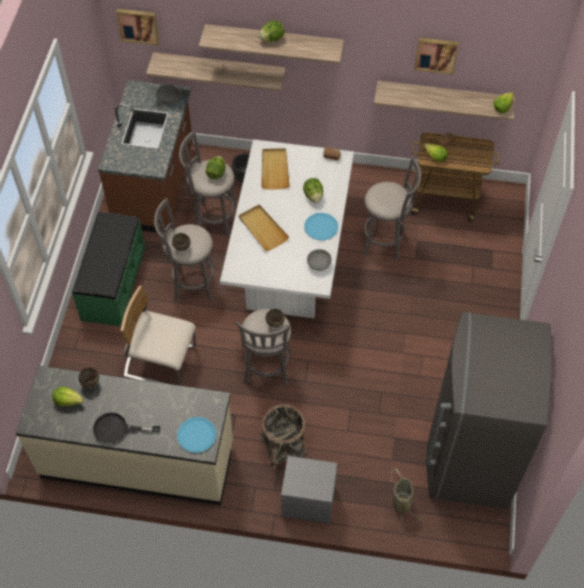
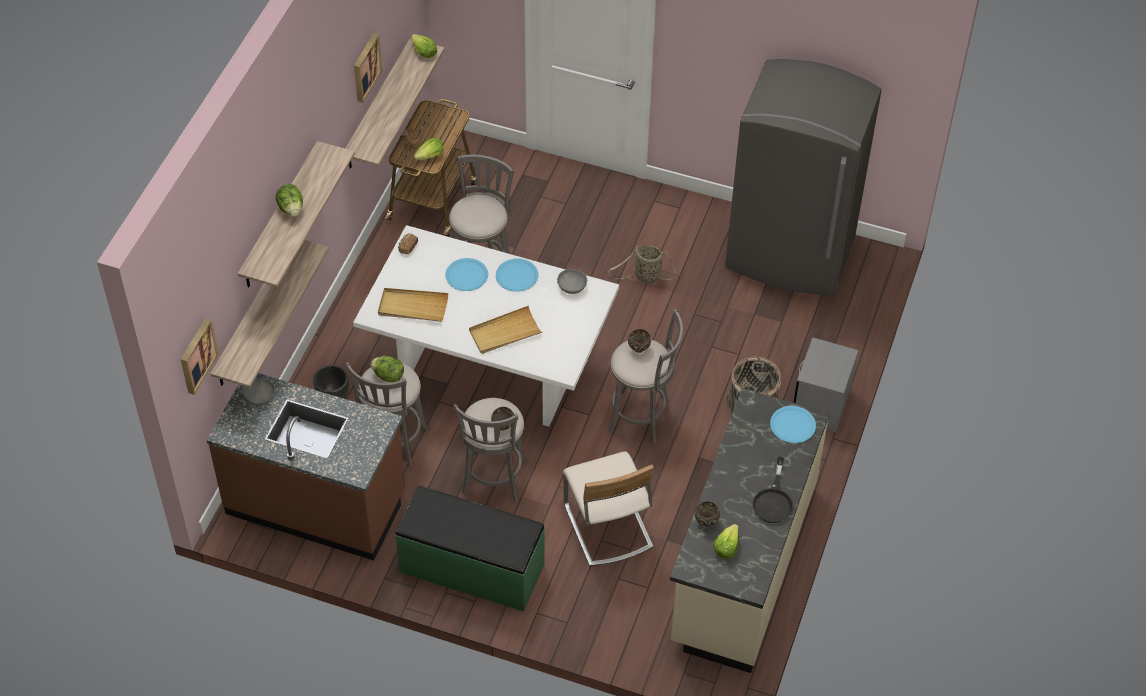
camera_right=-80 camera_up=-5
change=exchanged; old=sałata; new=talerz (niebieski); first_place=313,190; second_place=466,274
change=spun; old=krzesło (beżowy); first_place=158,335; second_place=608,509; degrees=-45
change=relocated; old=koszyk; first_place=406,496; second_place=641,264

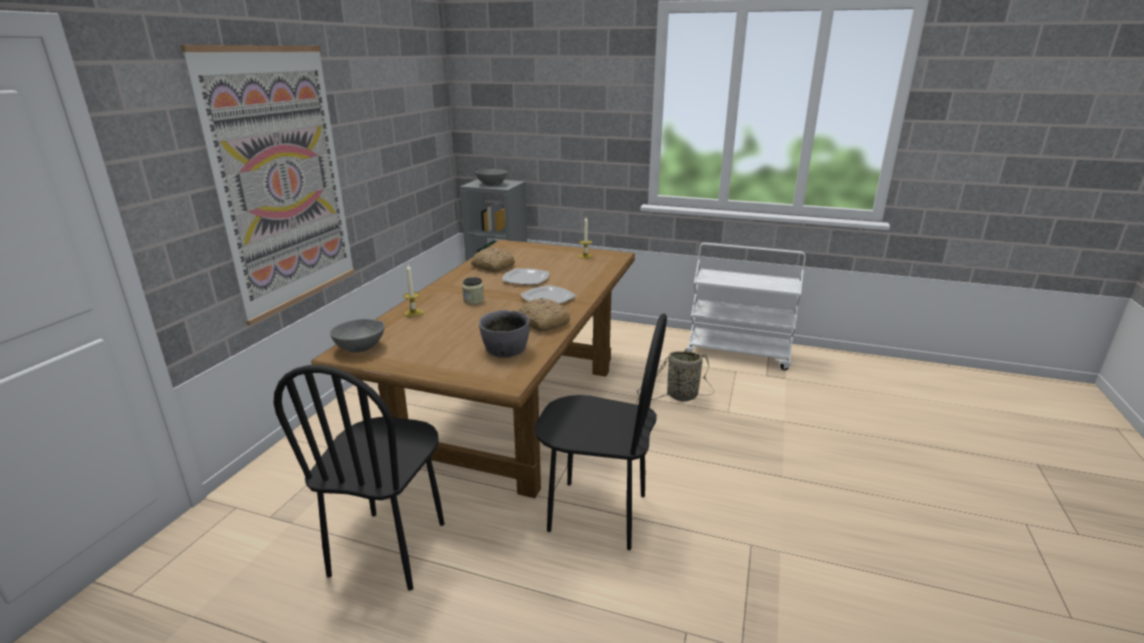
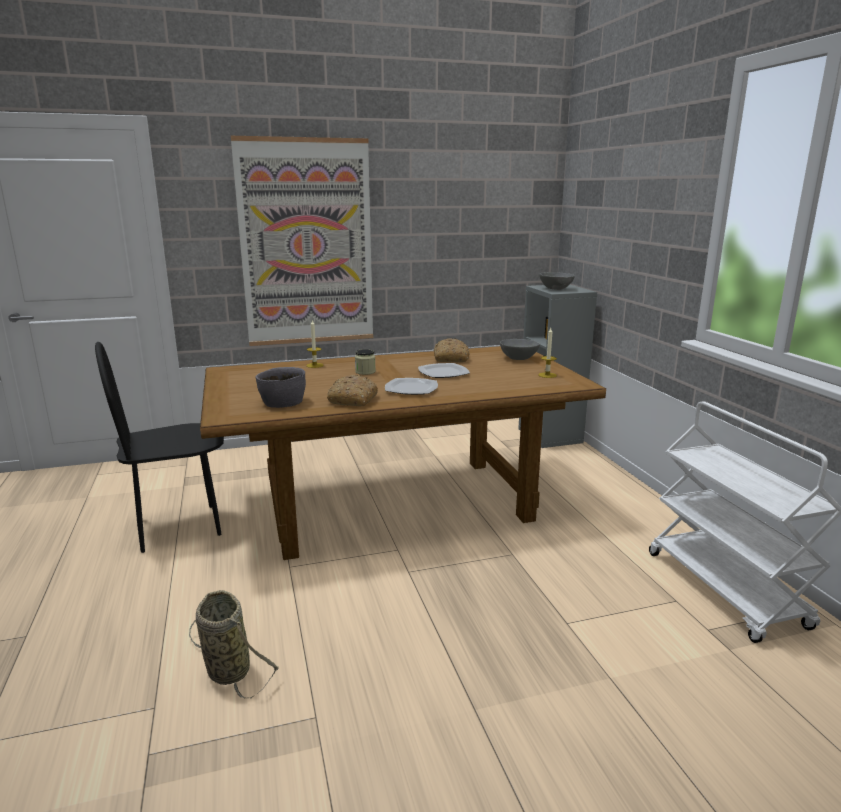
camera_right=55 camera_up=-5
change=missing; old=krzesło (czarny); first_place=600,431
change=relocated; old=miska (szary); first_place=357,336; second_place=520,349
change=relocated; old=koszyk; first_place=675,376; second_place=234,644

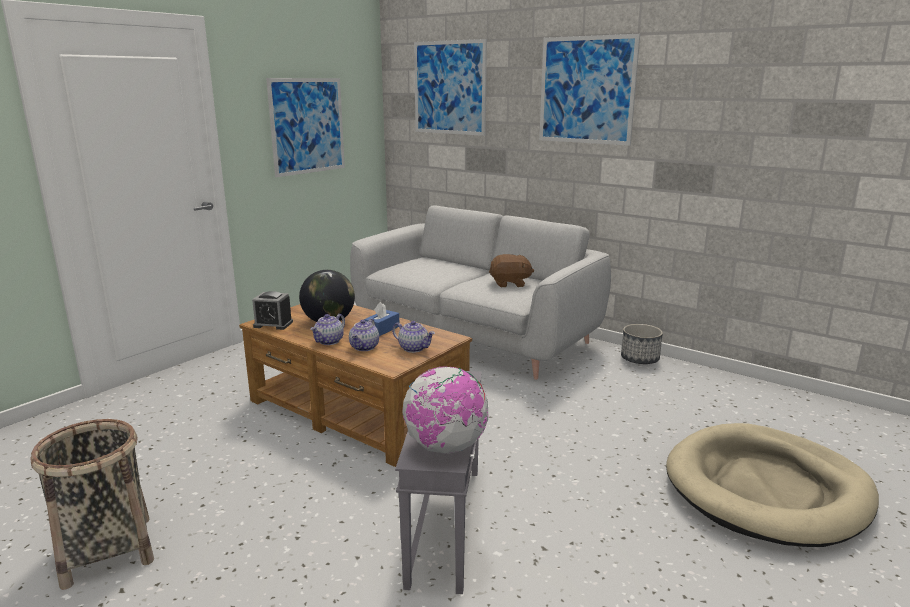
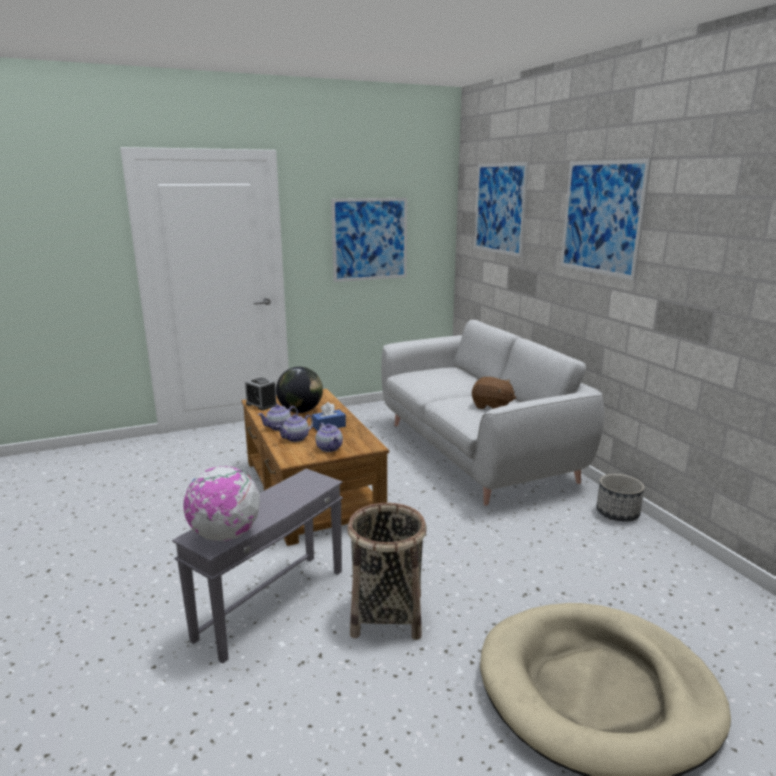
camera_right=30 camera_up=0
change=relocated; old=koszyk; first_place=92,504; second_place=387,571

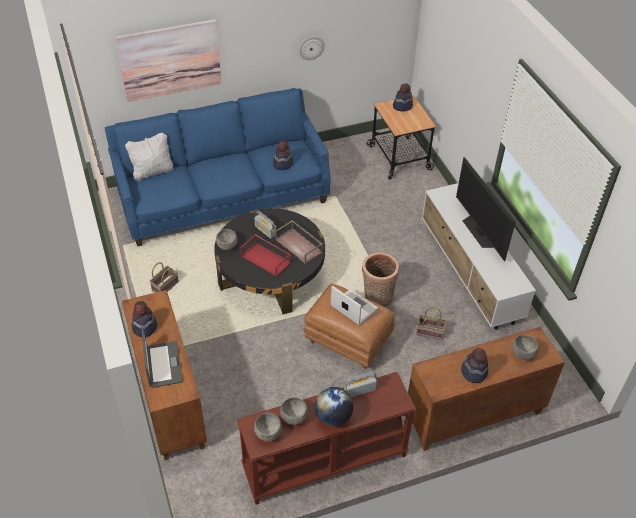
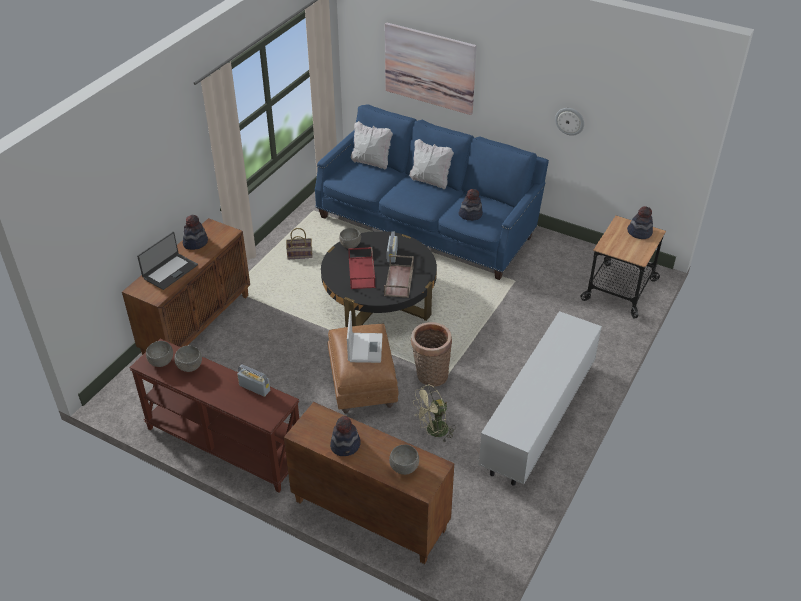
camera_right=50 camera_up=-5
change=missing; old=telewizor; first_place=486,209
change=exchanged; old=koszyk; new=wentylator (beżowy); first_place=431,323; second_place=434,413
change=missing; old=globus; first_place=334,406
change=appeared; new=poduszka (biały); second_place=431,164

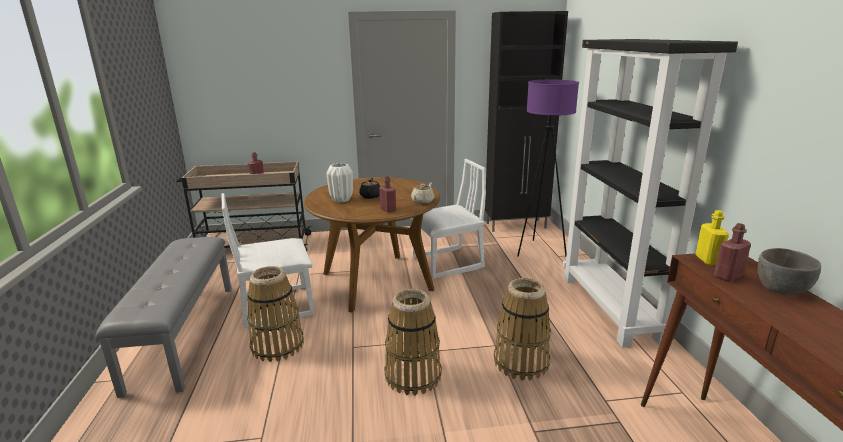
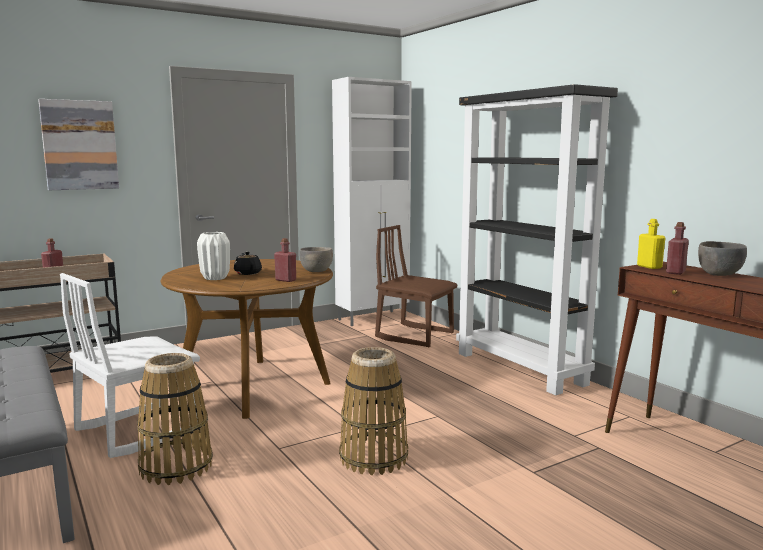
camera_right=-25 camera_up=-10
change=colour; old=szafka (czarny); new=szafka (biały); first_place=526,121; second_place=372,201
change=exchanged; old=lampa stojąca (fioletowy); new=krzesło (brązowy); first_place=548,168; second_place=416,286
change=missing; old=krzesło (biały); first_place=448,219
change=exchanged; old=imbryk (beżowy); new=miska (szary); first_place=422,193; second_place=316,259
change=missing; old=koszyk; first_place=522,329
change=appeared; new=obraz; second_place=78,144

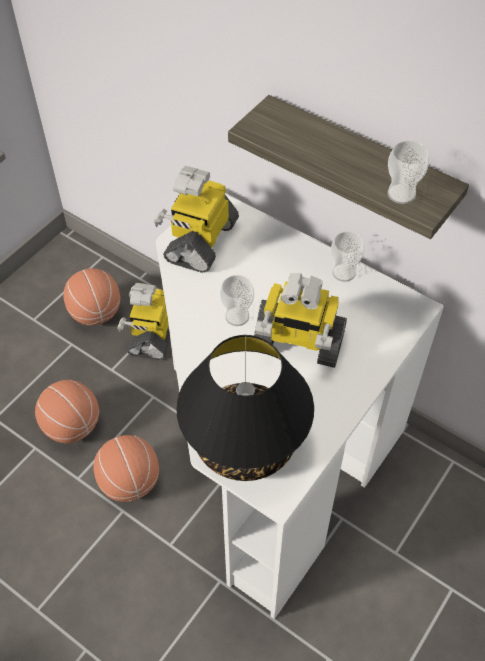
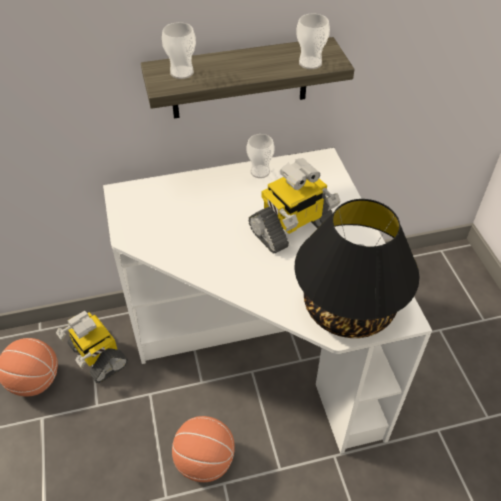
camera_right=-50 camera_up=-5
change=missing; old=robot zabawkowy; first_place=196,219
change=relocated; old=filiżanka; first_place=237,300; second_place=179,50
change=missing; old=piłka do koszykówki; first_place=67,412

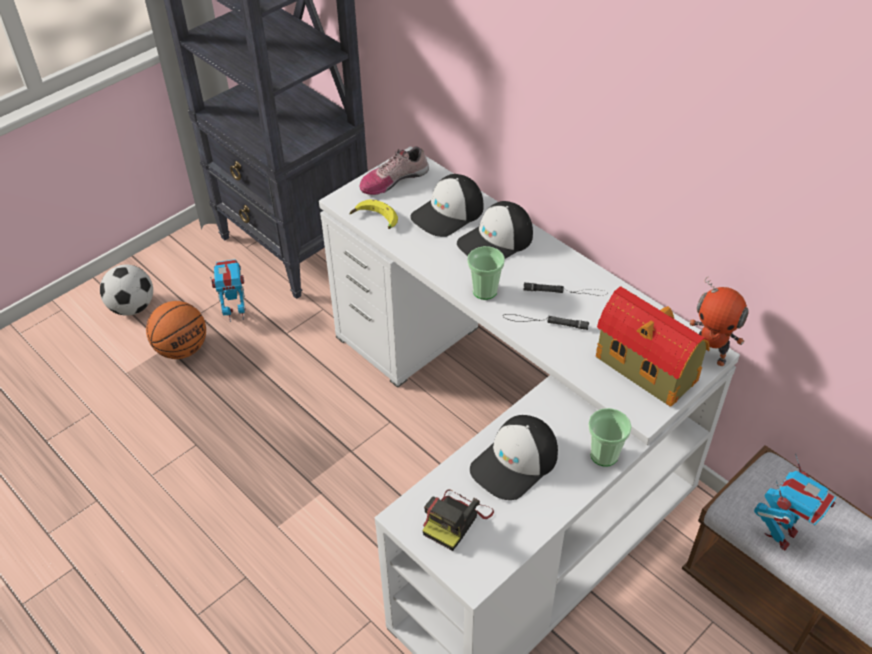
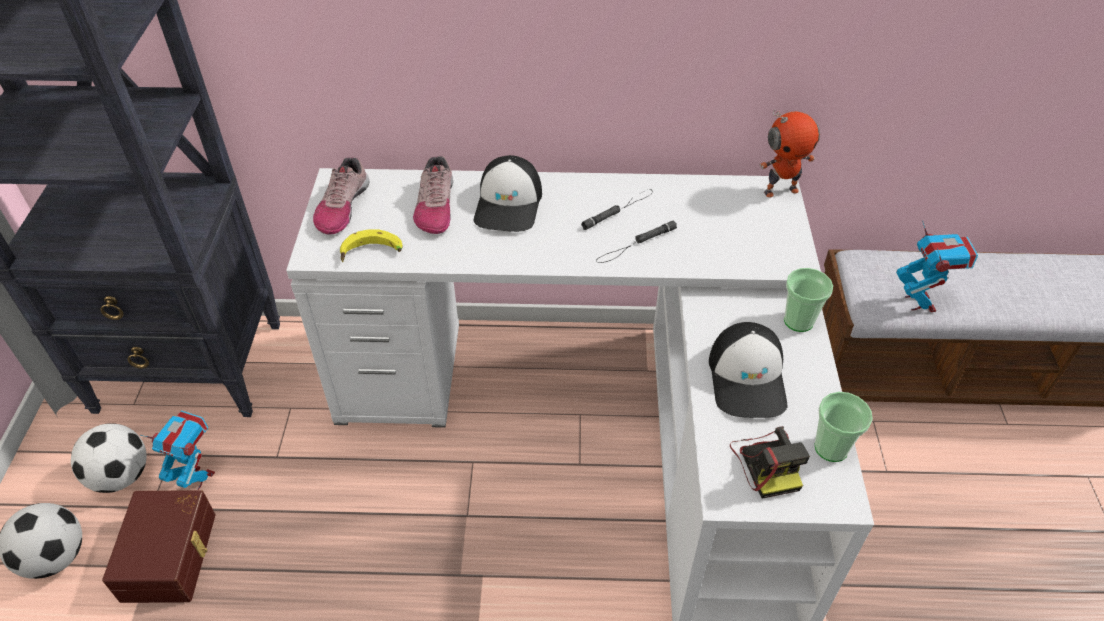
camera_right=-45 camera_up=0
change=exchanged; old=czapka z daszkiem; new=but; first_place=446,205; second_place=433,195
change=relocated; old=filiżanka; first_place=486,273; second_place=844,427
change=spun; old=robot zabawkowy; first_place=228,290; second_place=177,450; degrees=75
change=missing; old=domek; first_place=653,346
change=exchanged; old=piłka do koszykówki; new=pojemnik do przechowywania (brązowy); first_place=176,330; second_place=159,546
change=appeared; new=piłka futbolowa; second_place=108,458

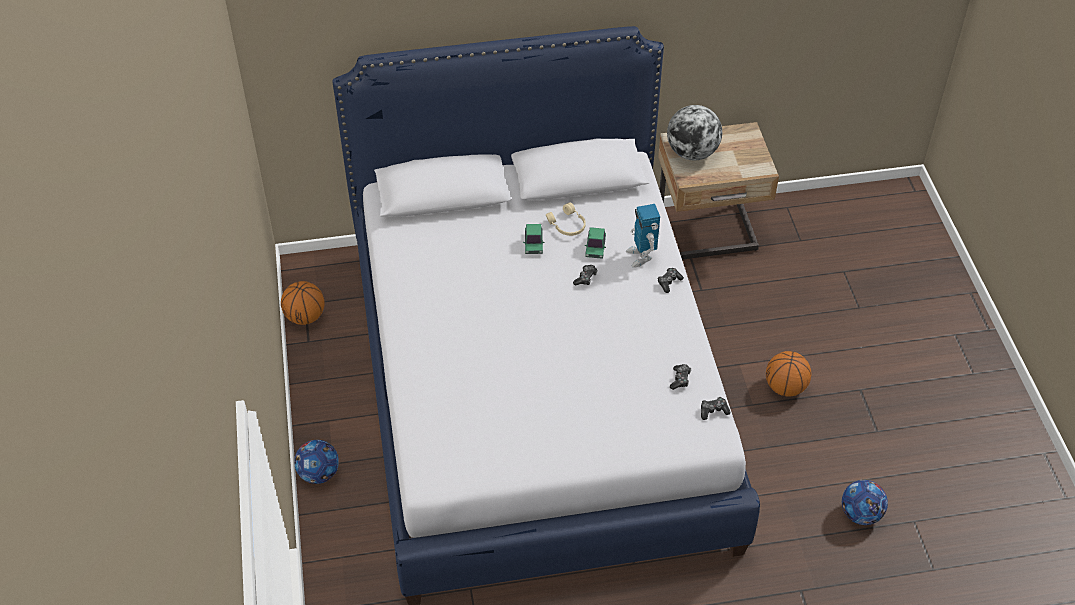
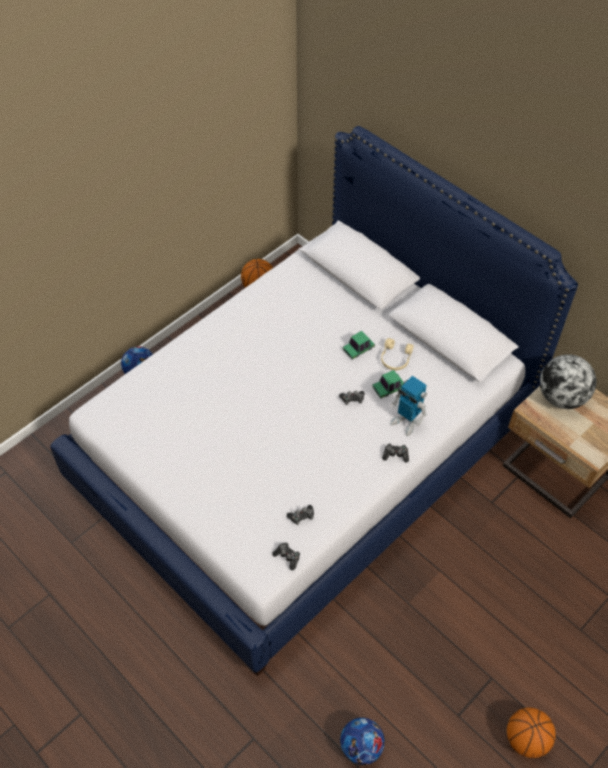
camera_right=55 camera_up=5
change=spun; old=robot zabawkowy; first_place=643,236; second_place=408,406; degrees=-90
change=relocated; old=piłka do koszykówki; first_place=789,374; second_place=531,732

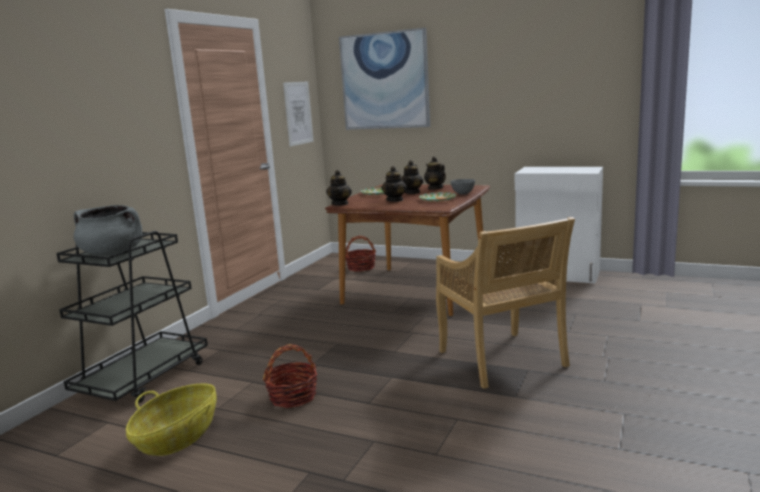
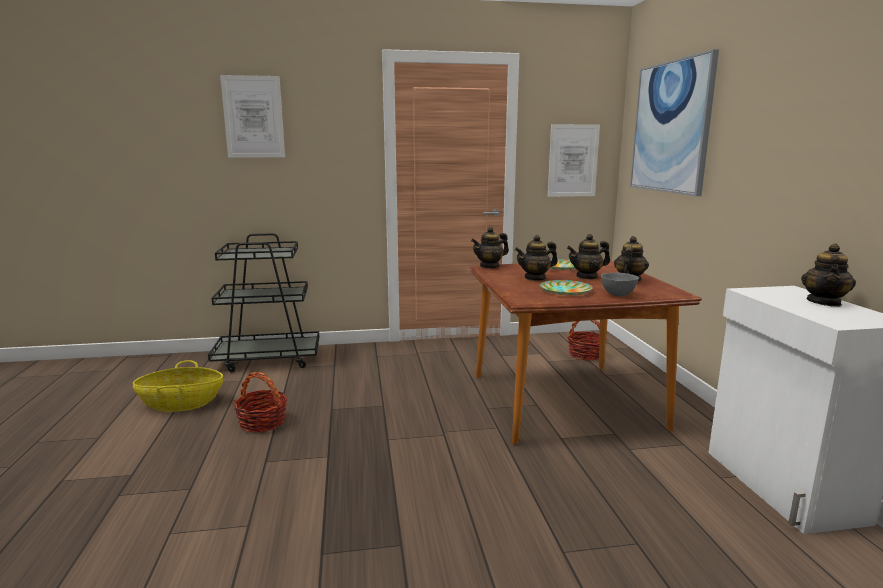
camera_right=55 camera_up=0
change=missing; old=garnek (szary); first_place=108,230
change=missing; old=krzesło (beżowy); first_place=505,303
change=appeared; new=obraz; second_place=252,116
change=appeared; new=imbryk; second_place=828,275

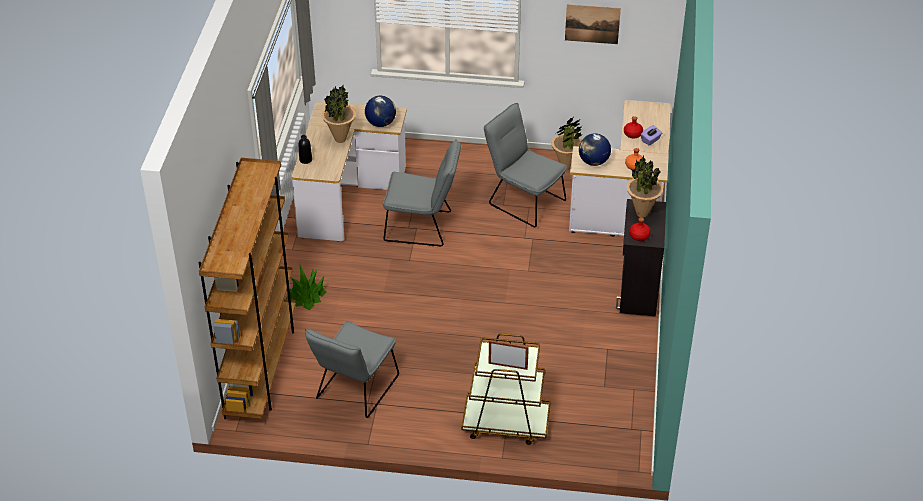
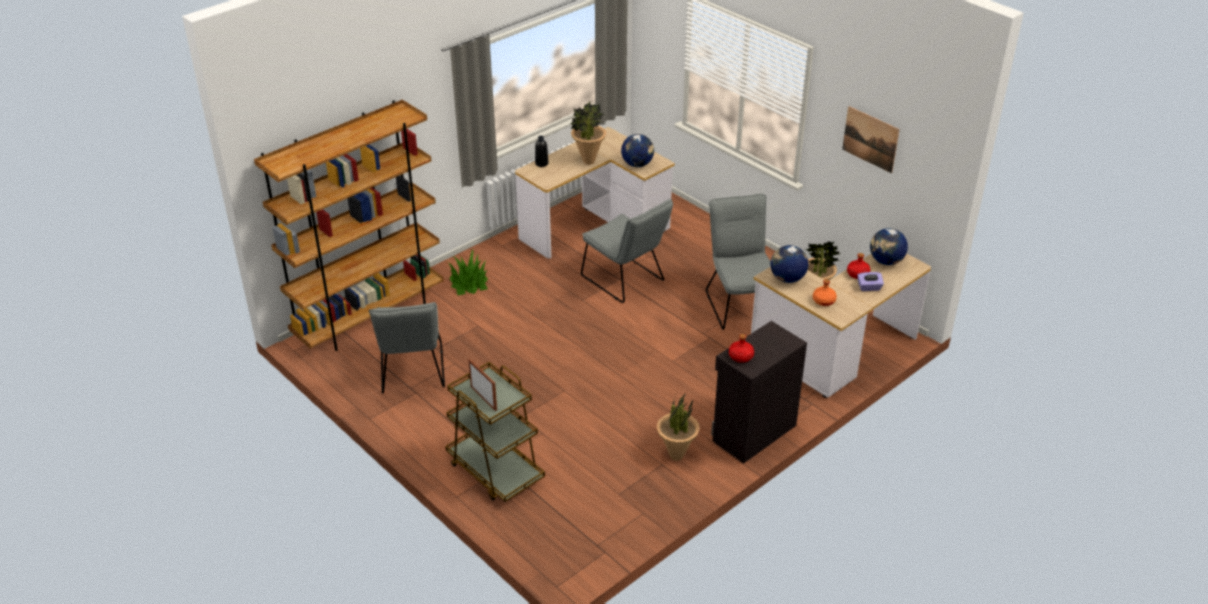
camera_right=40 camera_up=-5
change=relocated; old=roślina doniczkowa; first_place=645,187; second_place=678,426
change=spun; old=krzesło (szary); first_place=352,369; second_place=407,348; degrees=-75
change=appeared; new=globus; second_place=889,246

